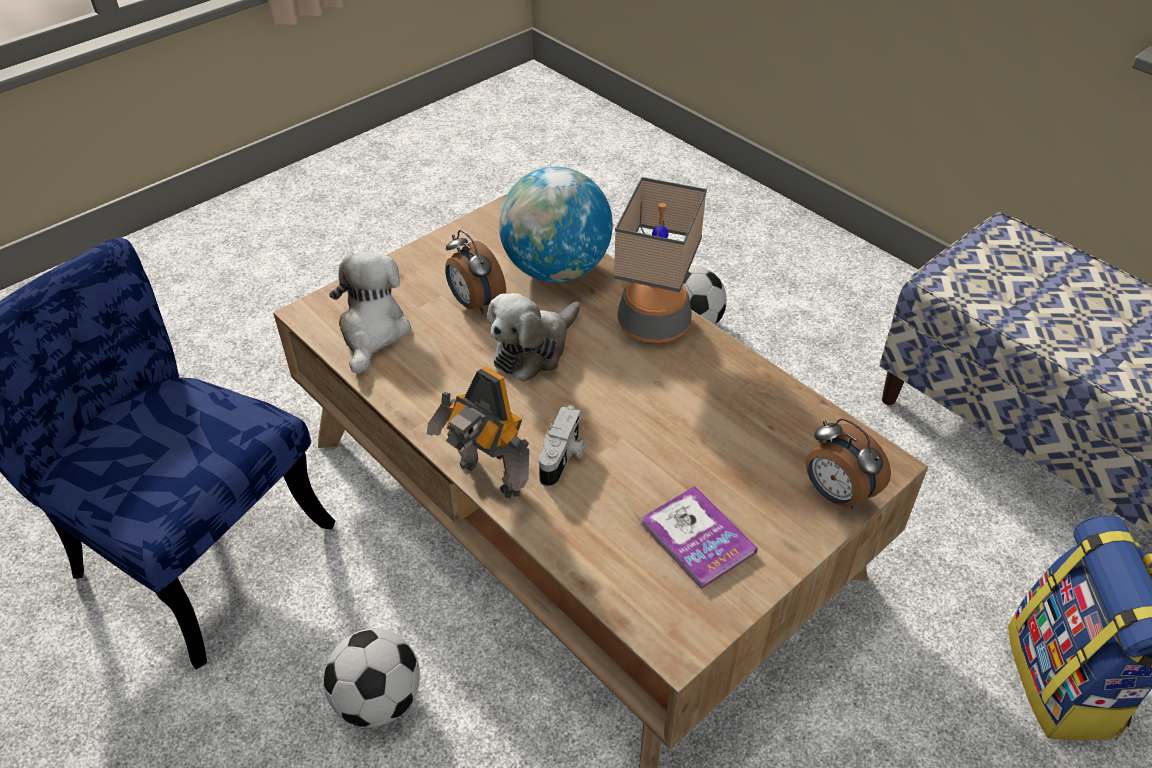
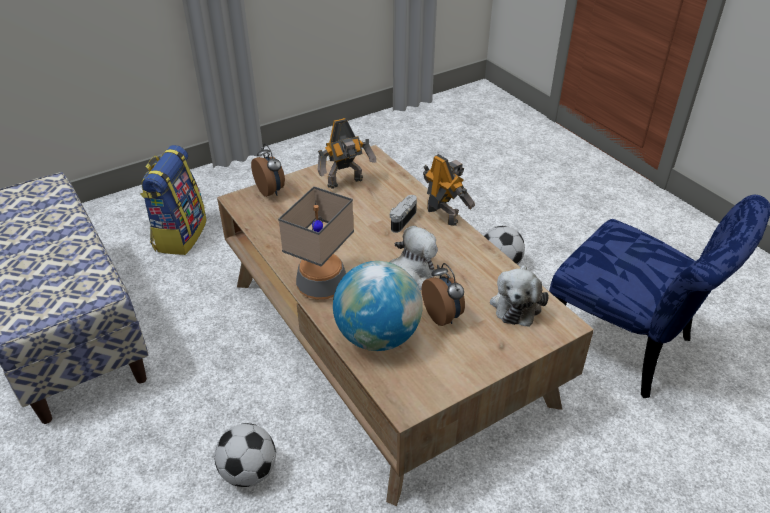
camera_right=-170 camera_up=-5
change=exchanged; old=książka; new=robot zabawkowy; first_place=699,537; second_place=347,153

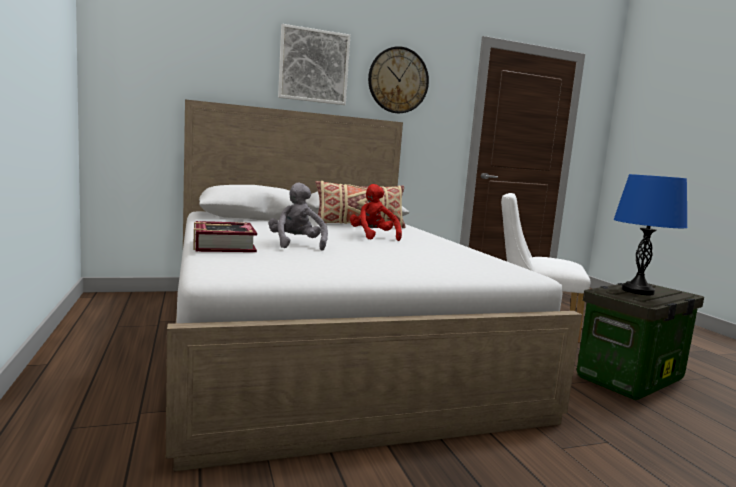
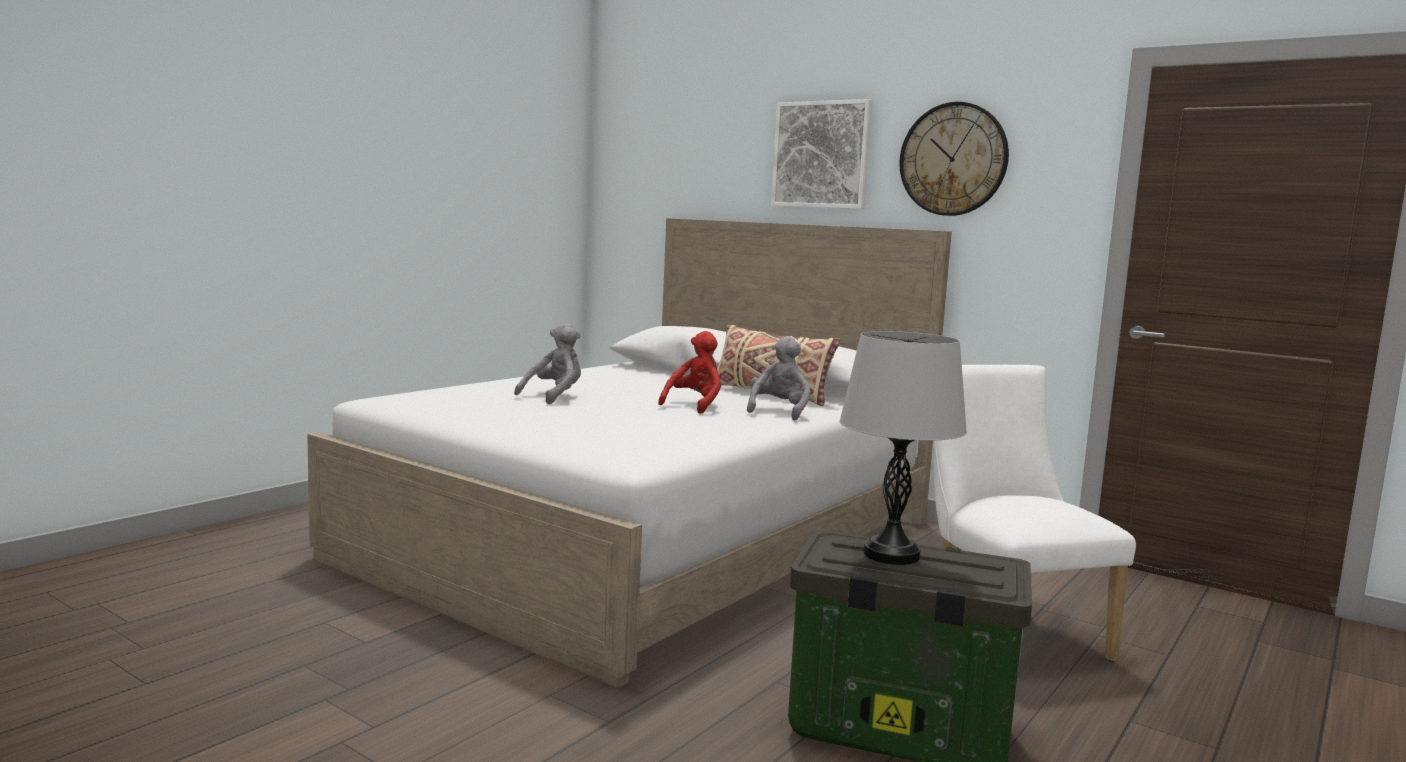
camera_right=55 camera_up=0
change=colour; old=lampa stołowa (niebieski); new=lampa stołowa (szary); first_place=650,234; second_place=903,448
change=missing; old=książka; first_place=225,236
change=appeared; new=pluszak (szary); second_place=779,378

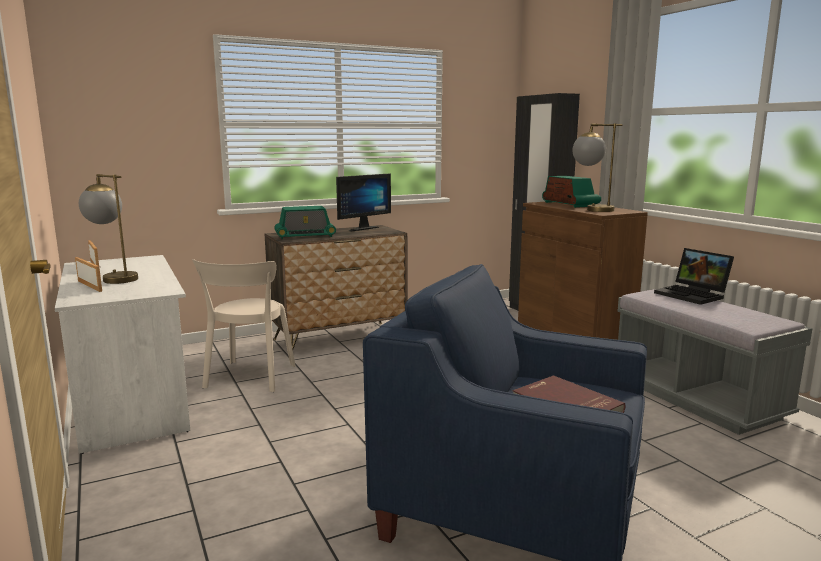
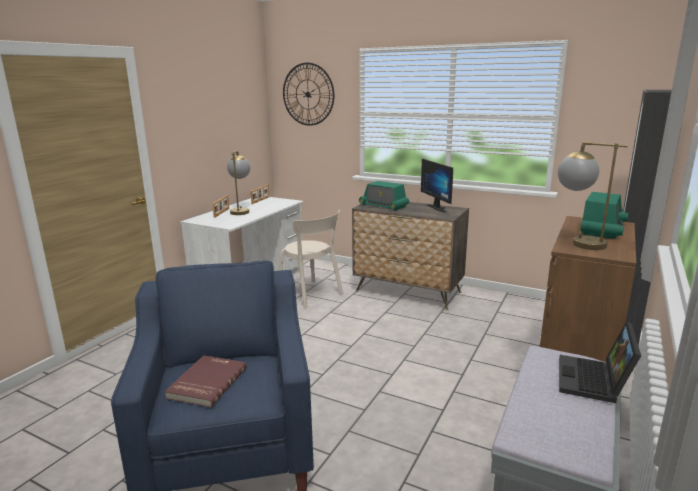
camera_right=55 camera_up=5
change=spun; old=monitor; first_place=363,202; second_place=437,186; degrees=60
change=spun; old=krzesło (beżowy); first_place=244,325; second_place=311,259; degrees=-105
change=appeared; new=zegar ścienny; second_place=308,94

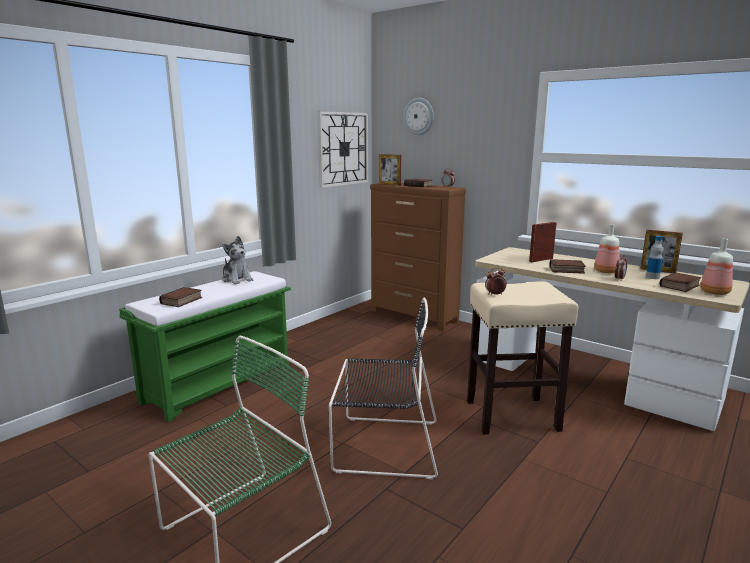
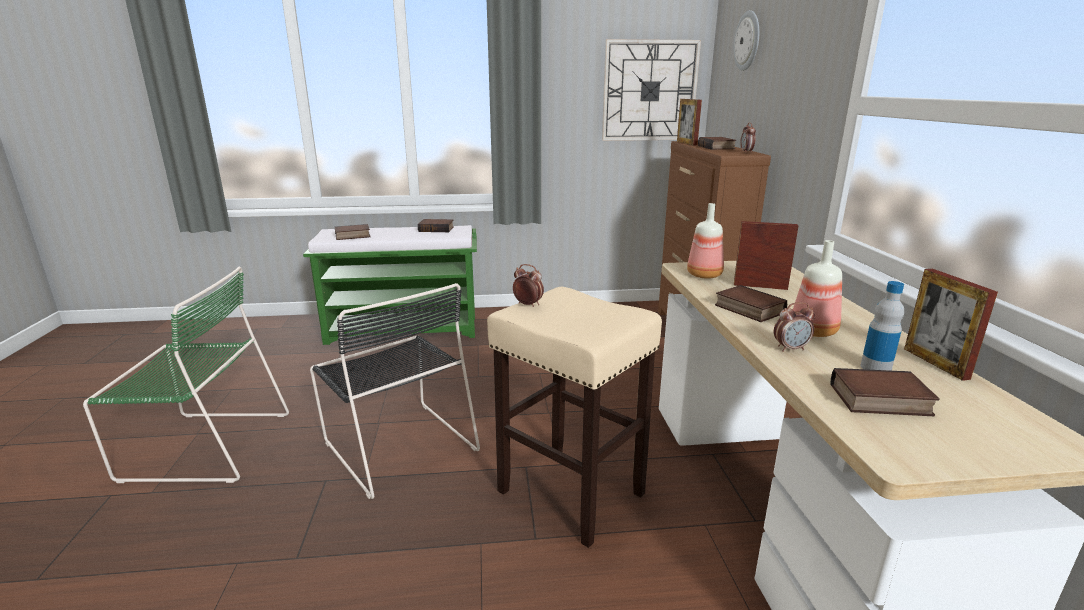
camera_right=45 camera_up=5
change=exchanged; old=pluszak; new=książka; first_place=237,260; second_place=436,225
change=relocated; old=butelka; first_place=716,267; second_place=705,241

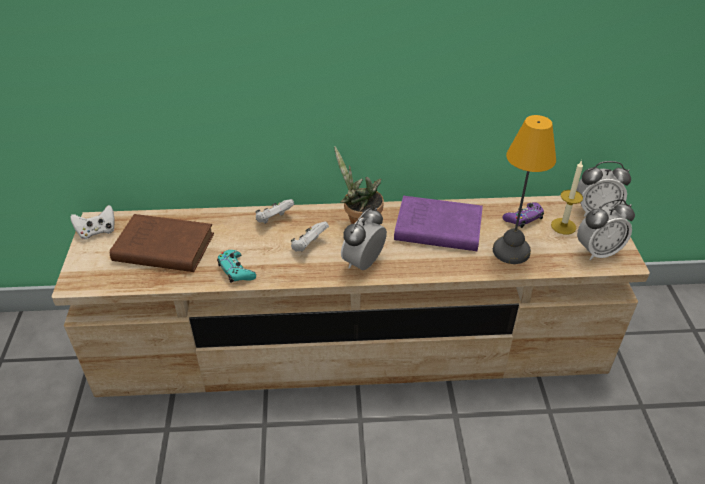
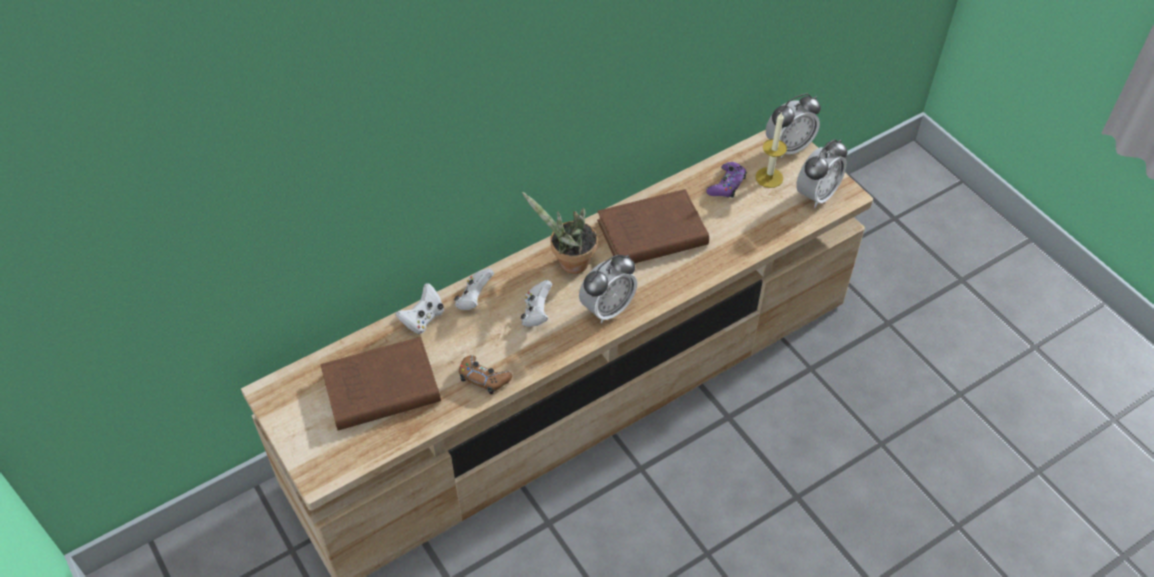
camera_right=-30 camera_up=10
change=missing; old=lampa stołowa; first_place=524,189
change=colour; old=książka (fioletowy); new=książka (brązowy); first_place=438,223; second_place=653,226
change=relocated; old=pad do gier (biały); first_place=92,222; second_place=420,308
change=spun; old=budzik; first_place=364,239; second_place=608,289; degrees=-135
change=colour; old=pad do gier (turkusowy); new=pad do gier (brązowy); first_place=236,266; second_place=485,375

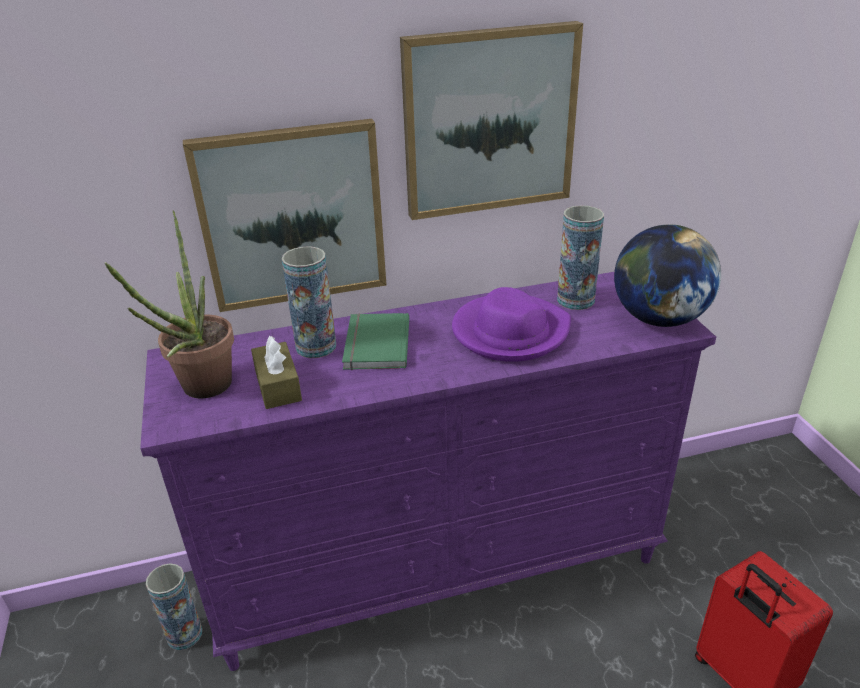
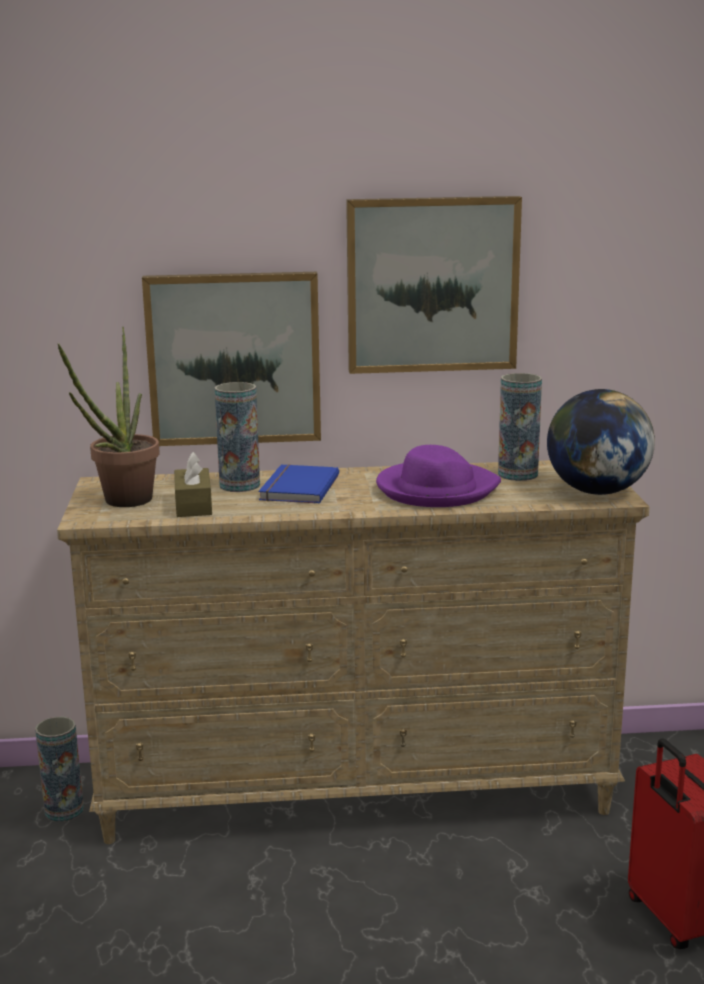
camera_right=10 camera_up=-15
change=colour; old=komoda (fioletowy); new=komoda (beżowy); first_place=428,471; second_place=353,652
change=colour; old=książka (zielony); new=książka (niebieski); first_place=375,341; second_place=299,484

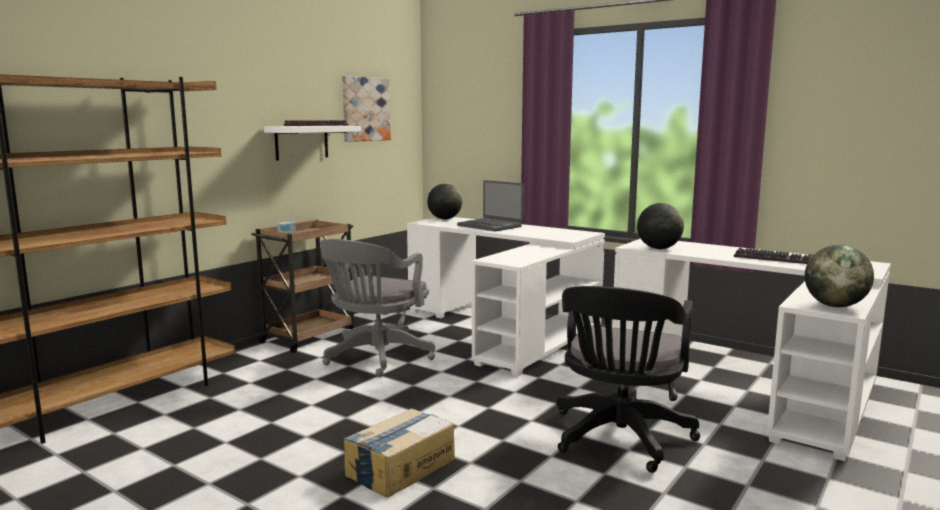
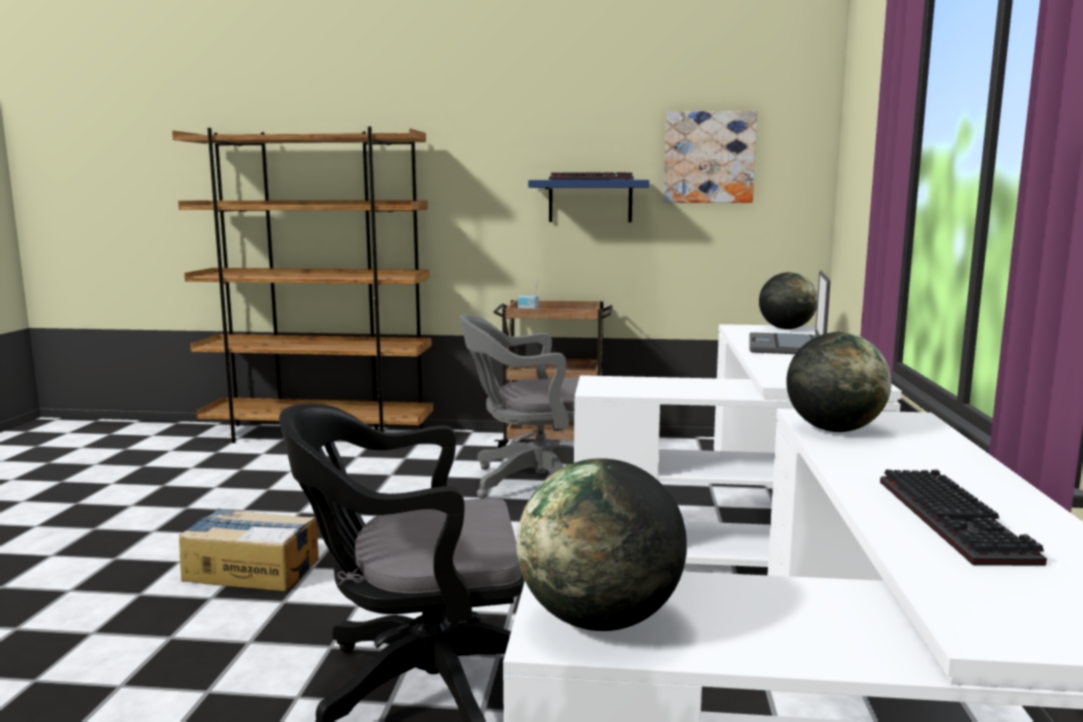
camera_right=60 camera_up=0
change=colour; old=półka (biały); new=półka (niebieski); first_place=312,143; second_place=588,201

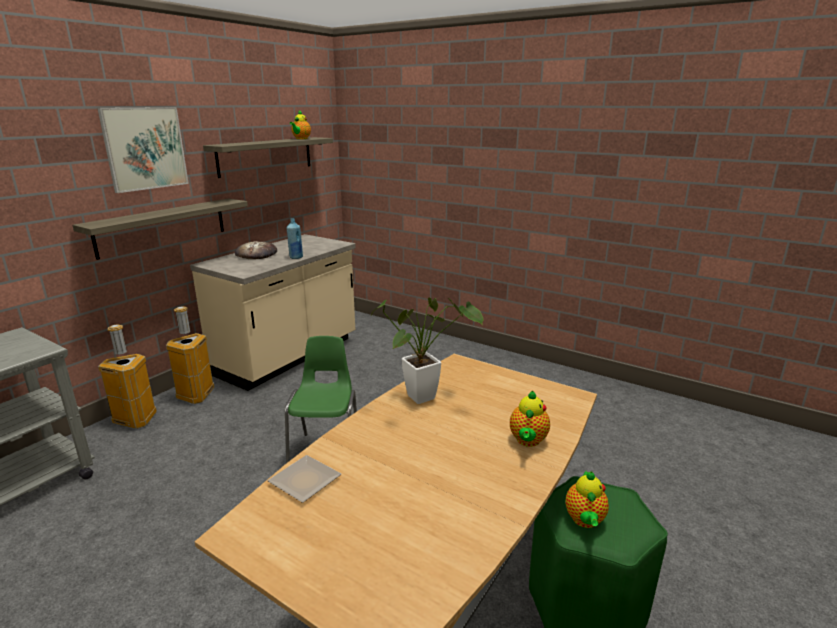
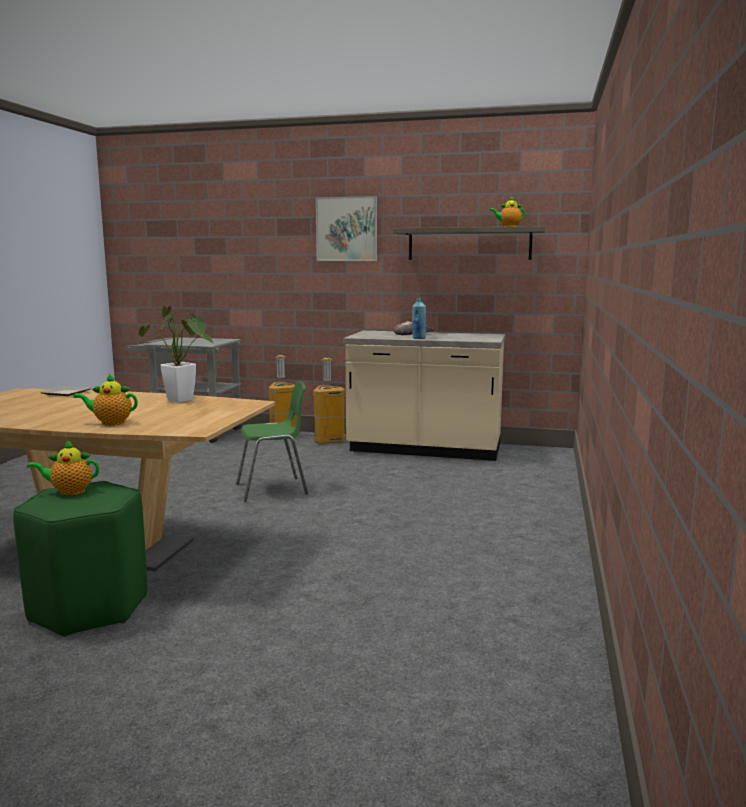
camera_right=70 camera_up=-10
change=missing; old=półka; first_place=160,229

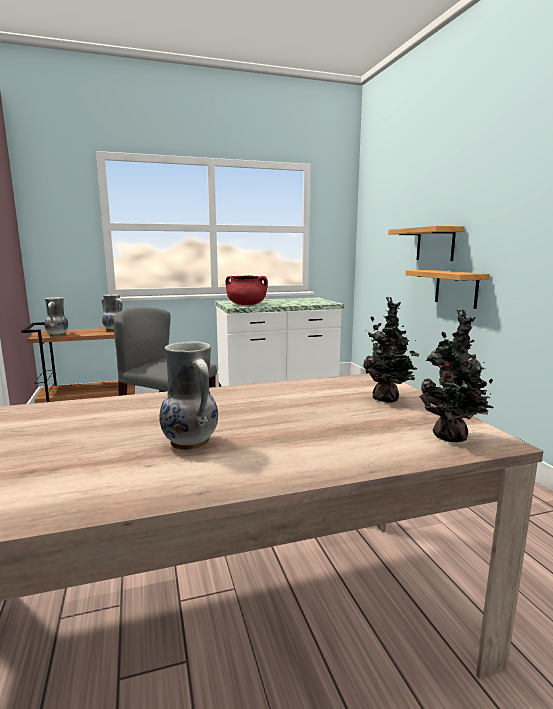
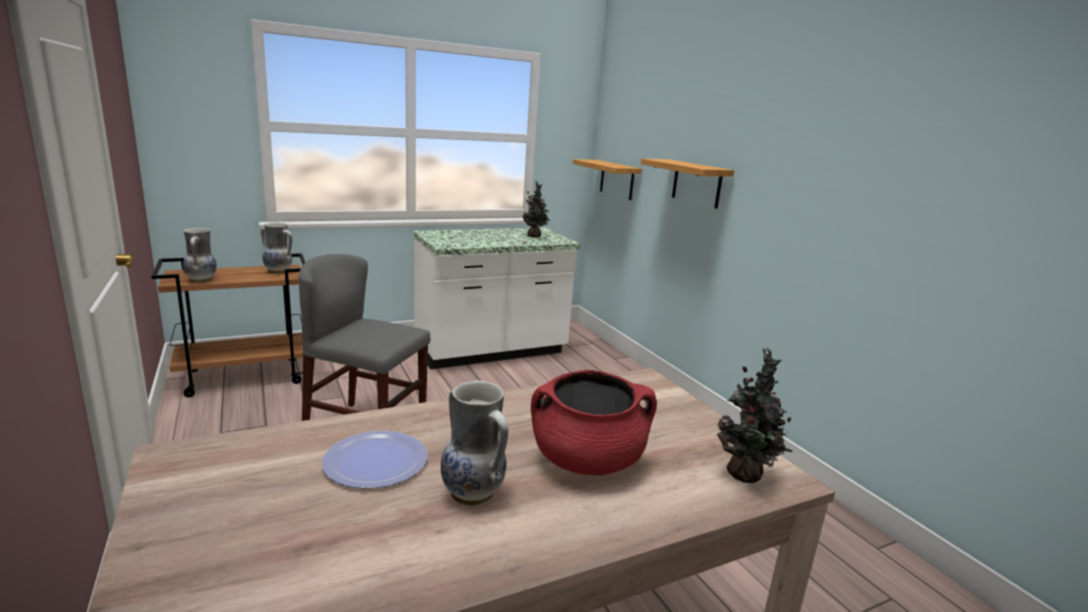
camera_right=-10 camera_up=5
change=relocated; old=półka; first_place=447,289; second_place=607,179
change=relocated; old=garnek (czerwony); first_place=247,290; second_place=594,422
change=relocated; old=roślina doniczkowa; first_place=391,350; second_place=537,209
change=appeared; new=talerz; second_place=374,460

